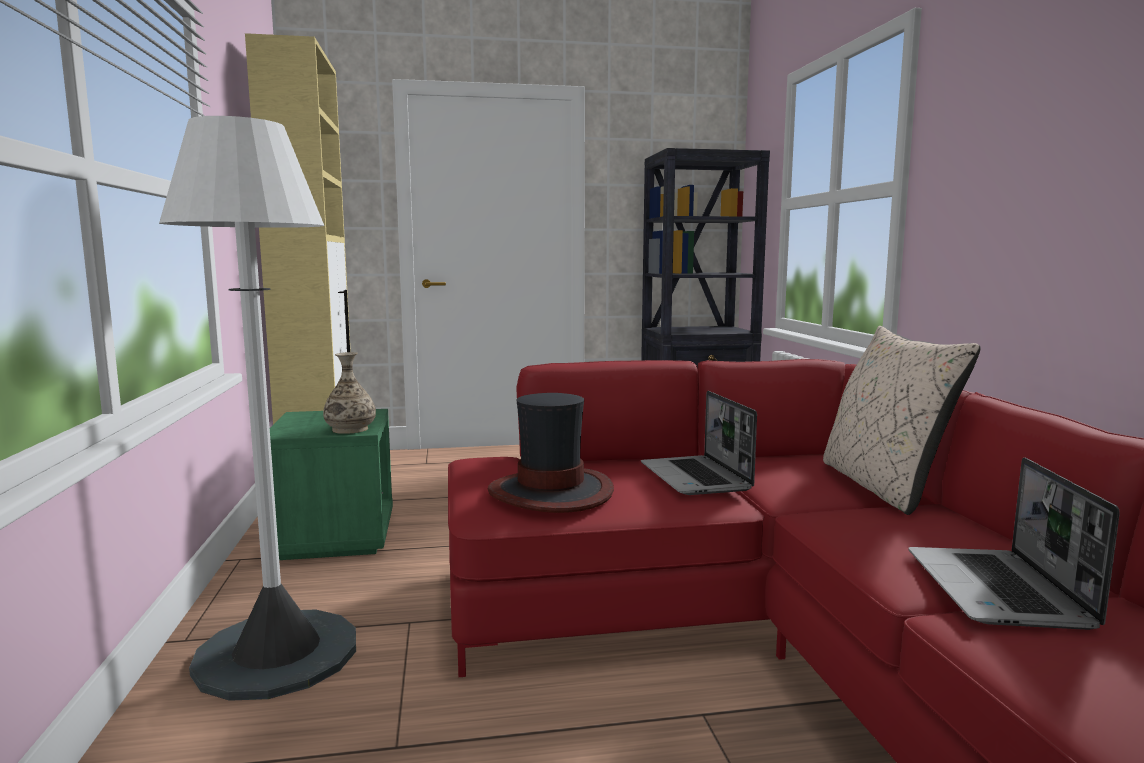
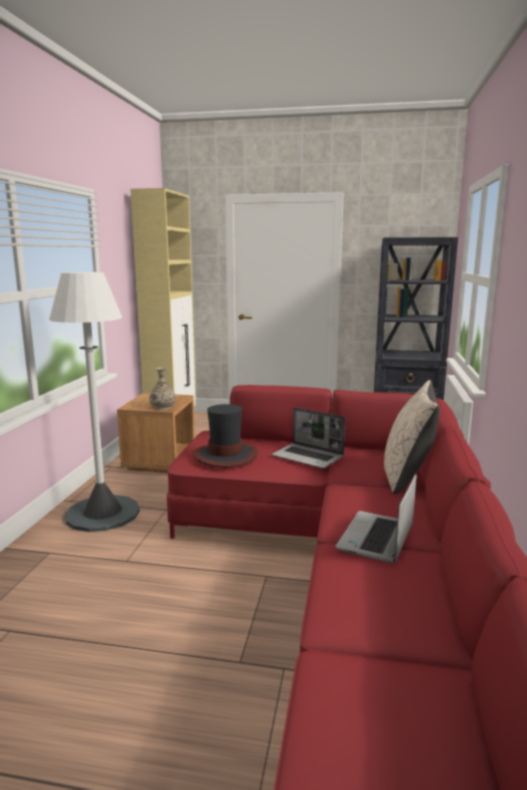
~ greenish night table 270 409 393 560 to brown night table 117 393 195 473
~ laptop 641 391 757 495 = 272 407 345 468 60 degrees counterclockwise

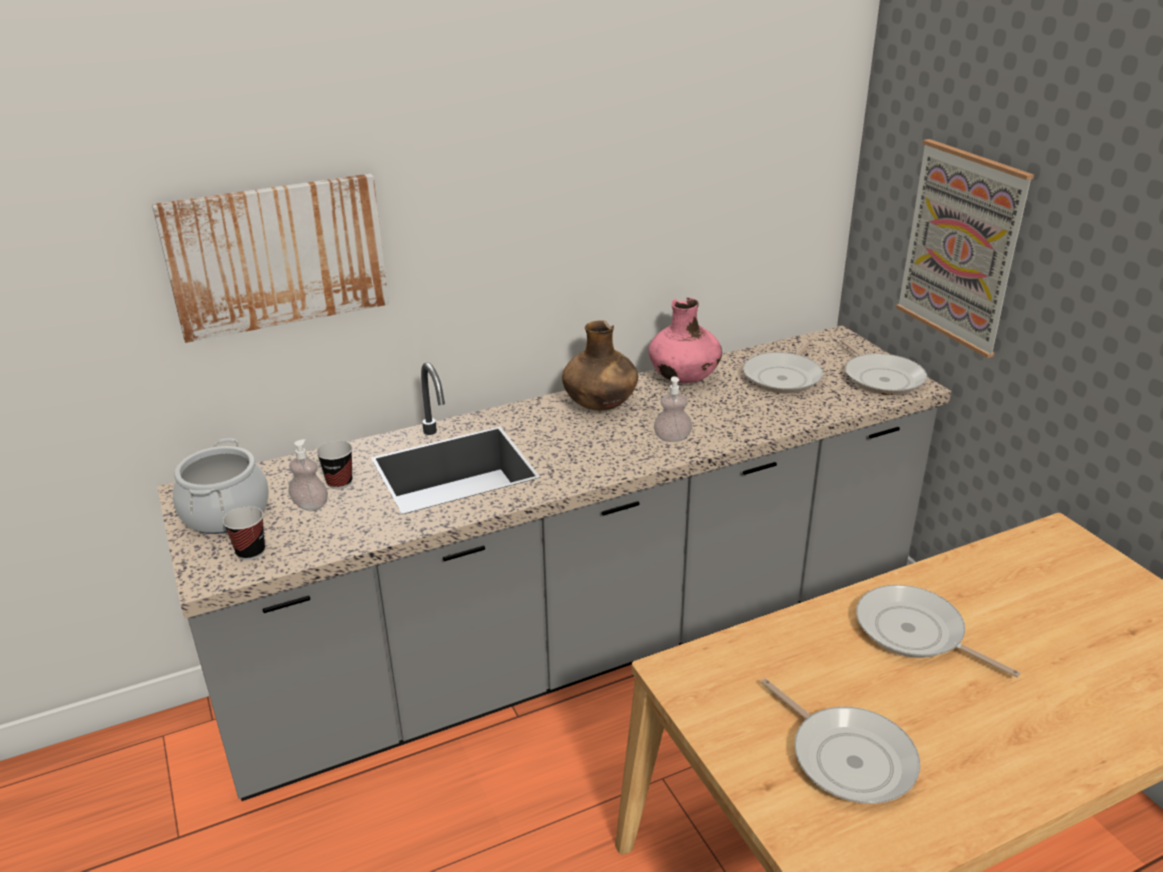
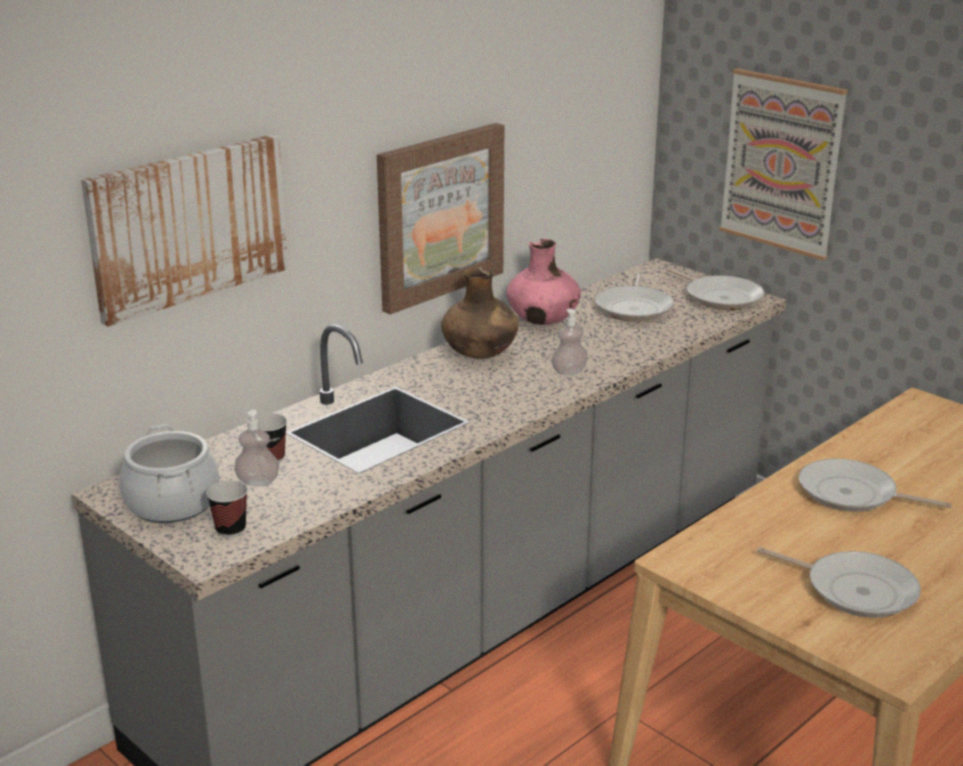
+ wall art 377 123 504 315

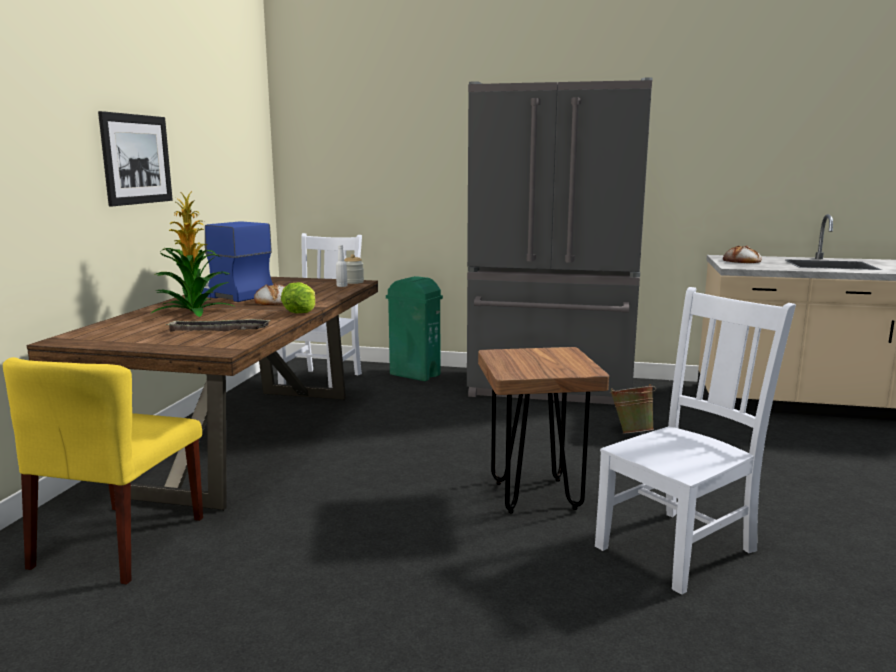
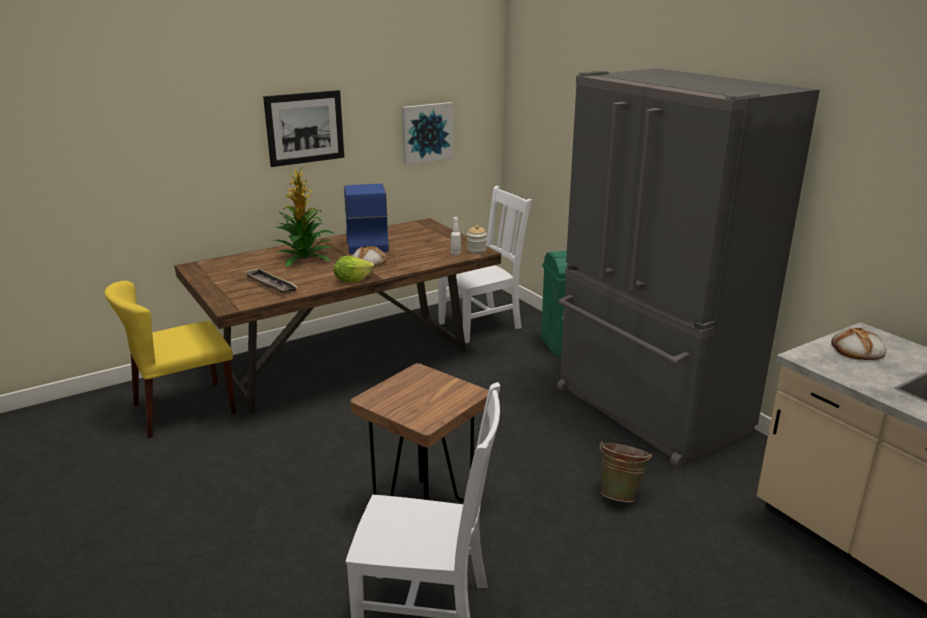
+ wall art 402 102 453 165

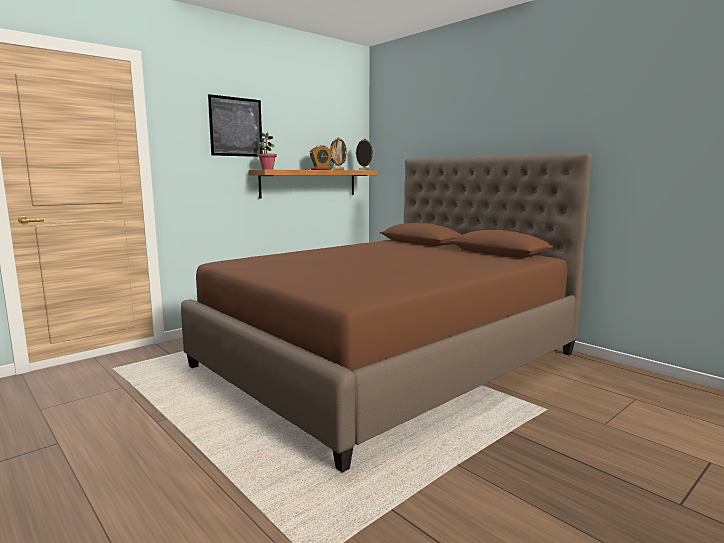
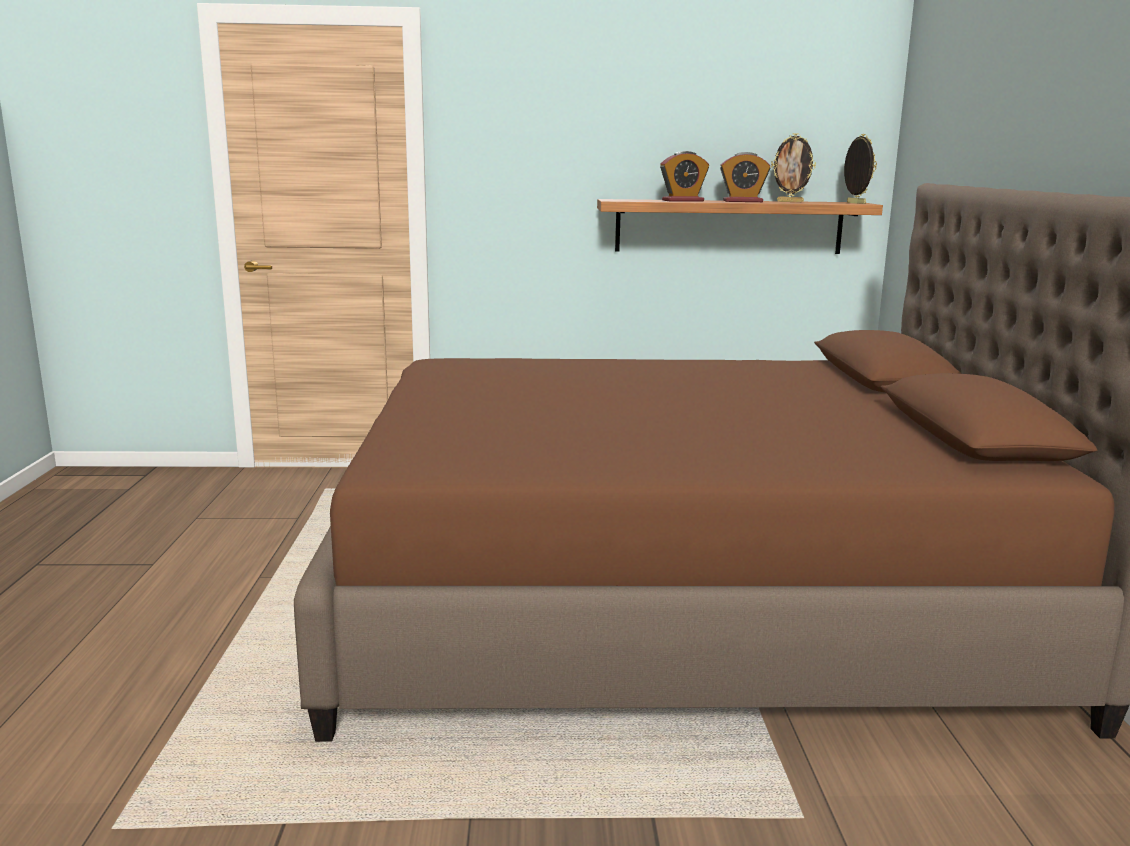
- wall art 208 94 263 157
- houseplant 257 132 277 170
+ bedside clock 660 151 709 202

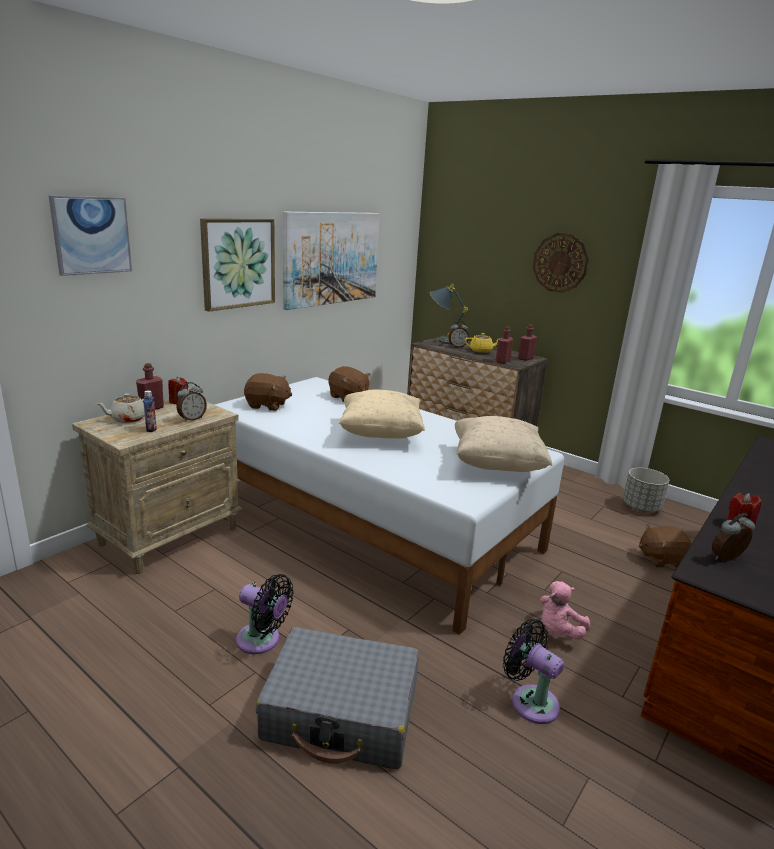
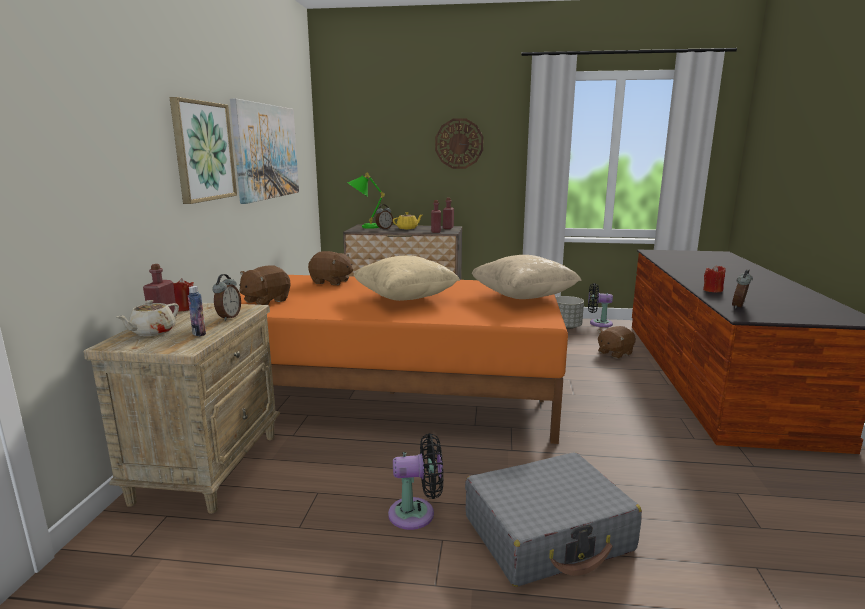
- wall art 49 195 132 276
- pink soft toy 540 581 590 640
~ black-coloured cooling fan 503 619 565 724 to 588 283 613 327
~ white sleeping bed 215 377 564 635 to orange-coloured sleeping bed 240 275 568 444
~ greyish tabletop lamp 430 284 468 344 to greenish tabletop lamp 347 173 385 229
~ brown soft toy 244 373 292 411 = 239 265 290 305 150 degrees clockwise

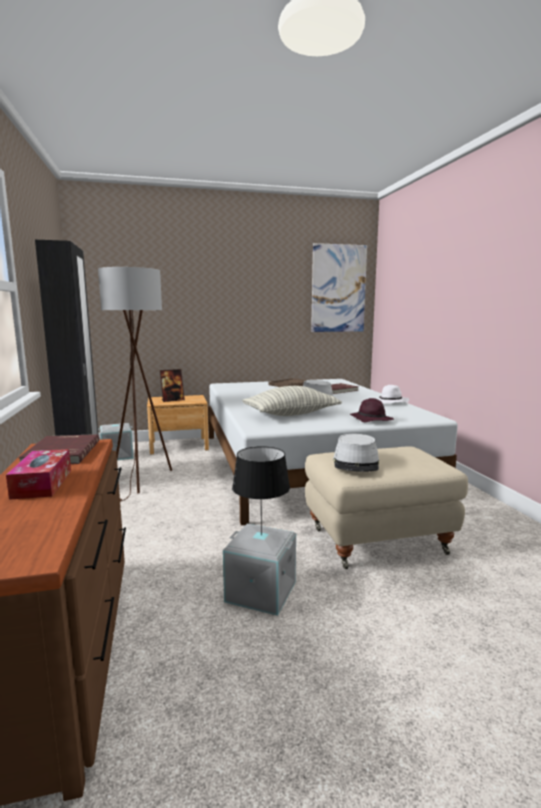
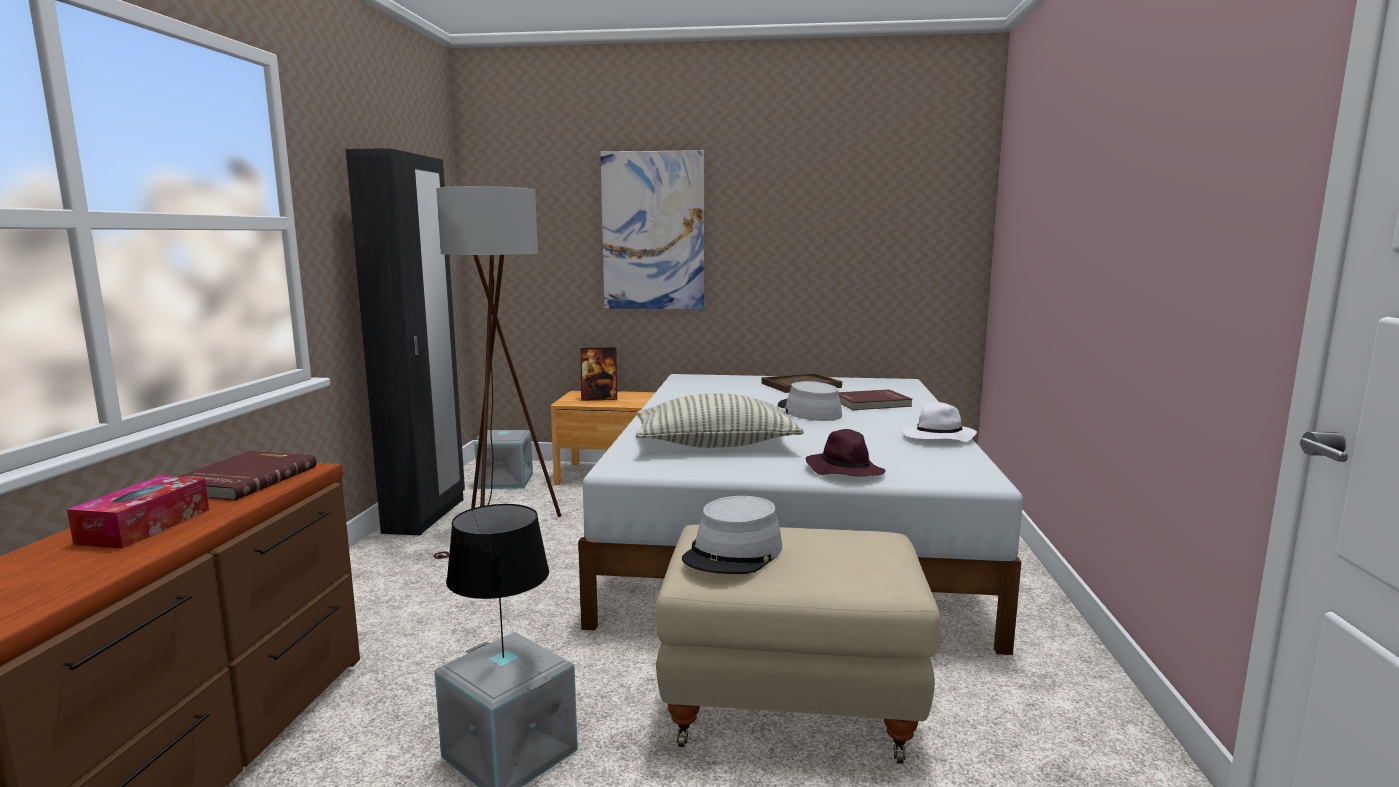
~ wall art 311 243 367 332 to 600 150 704 309

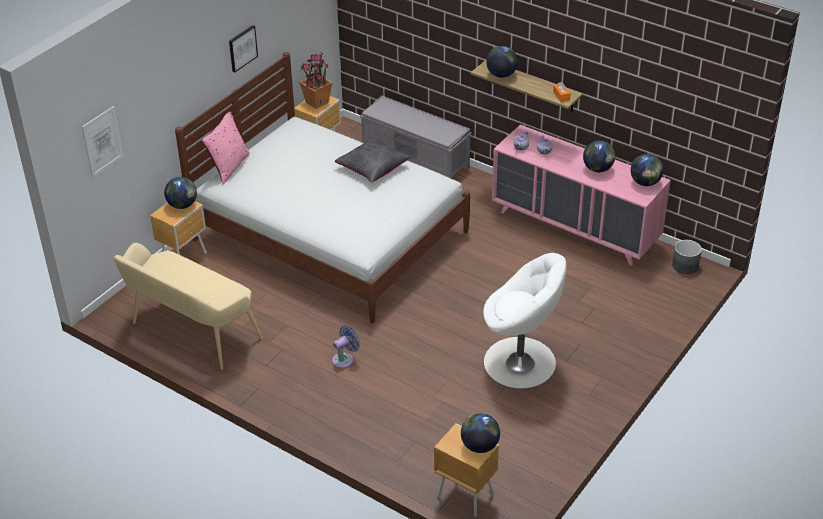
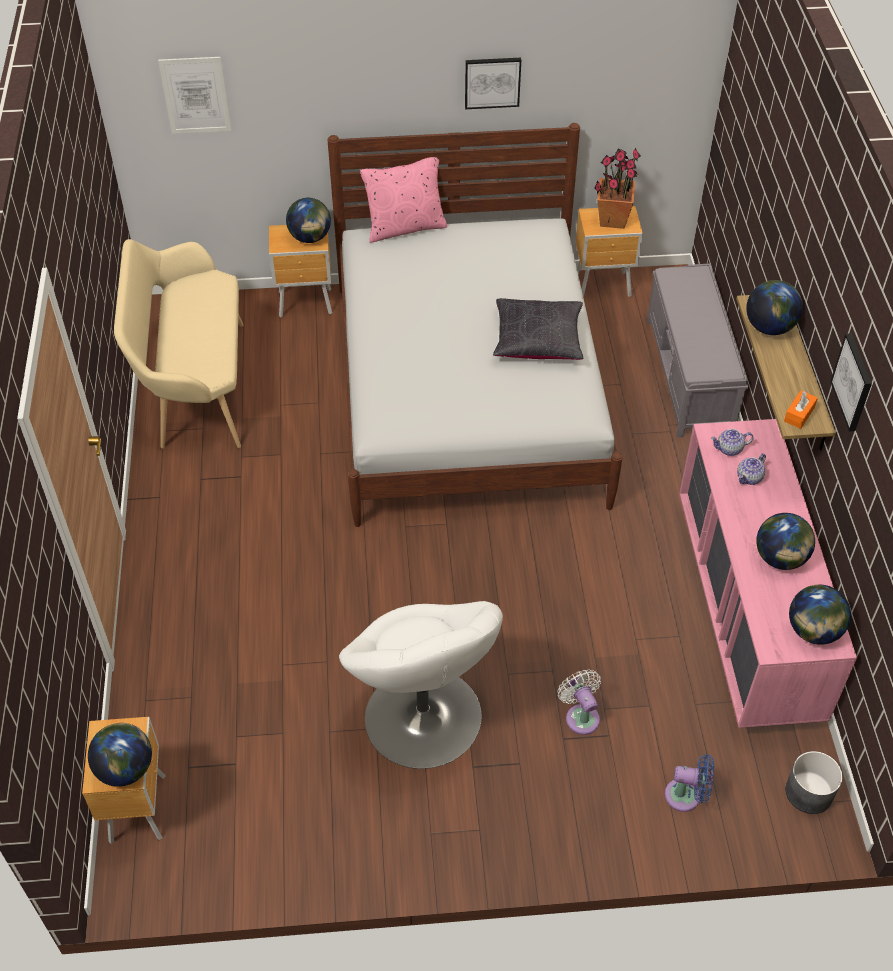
+ white cooling fan 558 670 601 735
+ wall art 830 333 872 432
~ bluish cooling fan 332 325 360 368 to 665 754 714 812

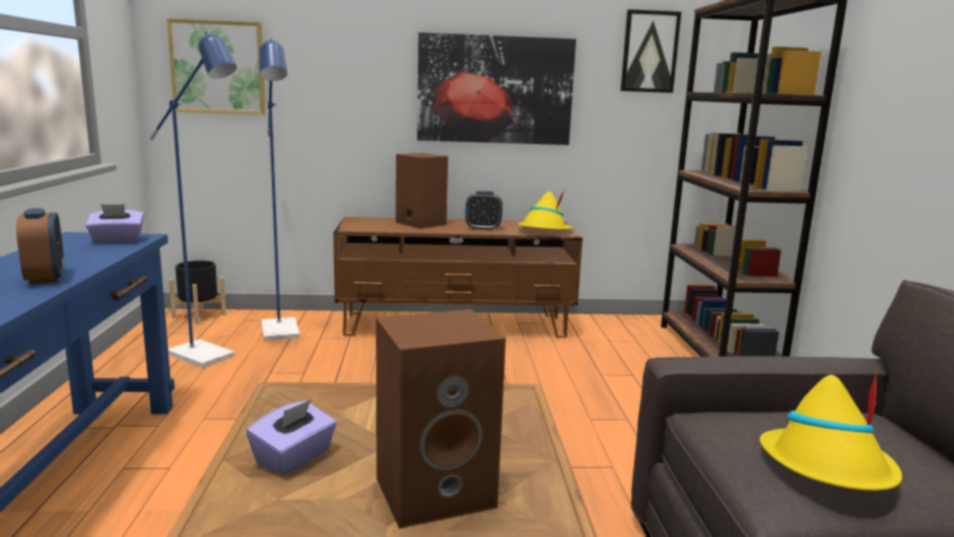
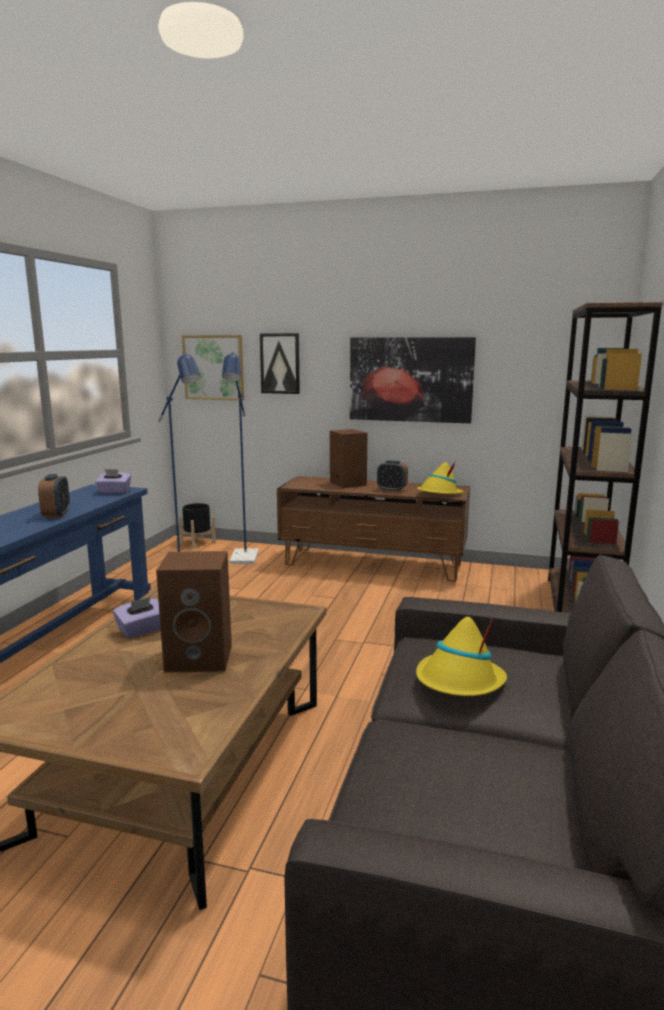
~ wall art 621 9 681 93 to 260 333 300 394

